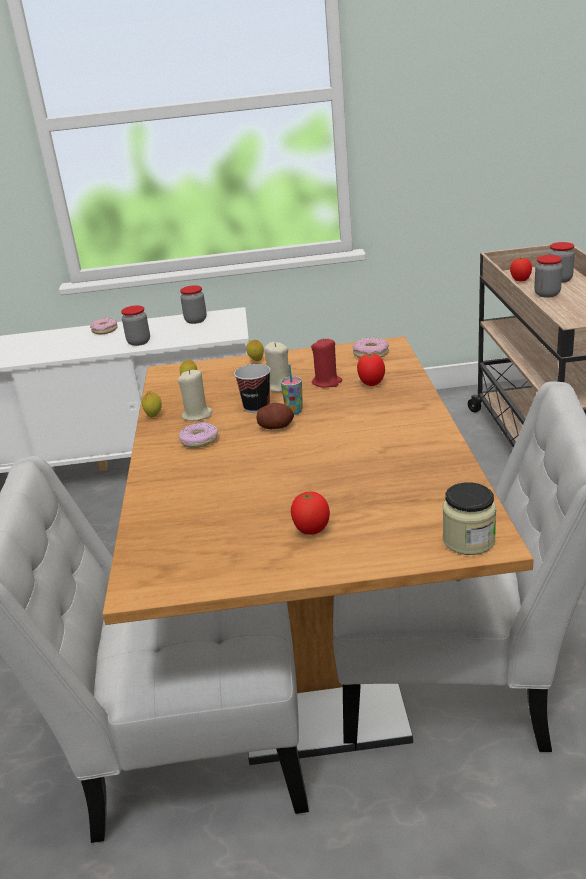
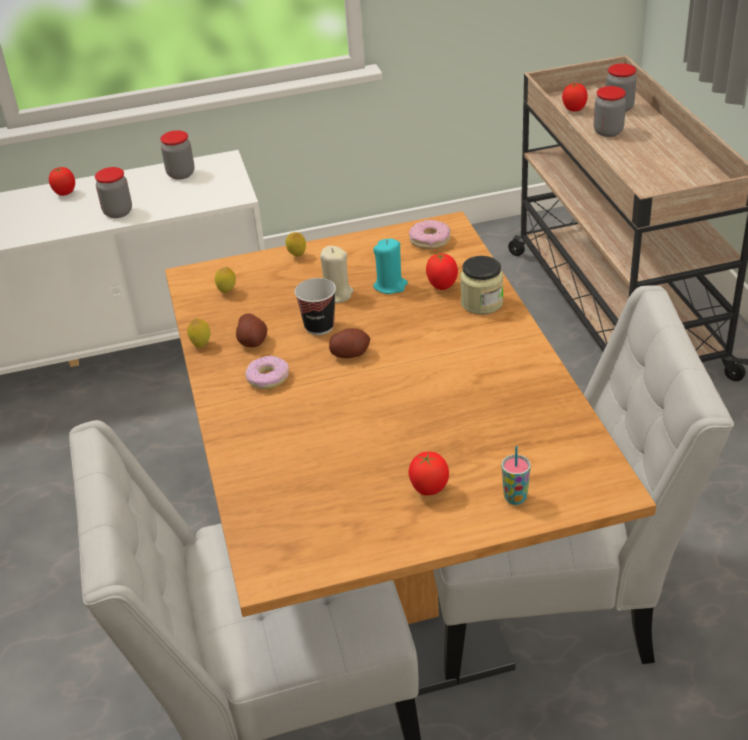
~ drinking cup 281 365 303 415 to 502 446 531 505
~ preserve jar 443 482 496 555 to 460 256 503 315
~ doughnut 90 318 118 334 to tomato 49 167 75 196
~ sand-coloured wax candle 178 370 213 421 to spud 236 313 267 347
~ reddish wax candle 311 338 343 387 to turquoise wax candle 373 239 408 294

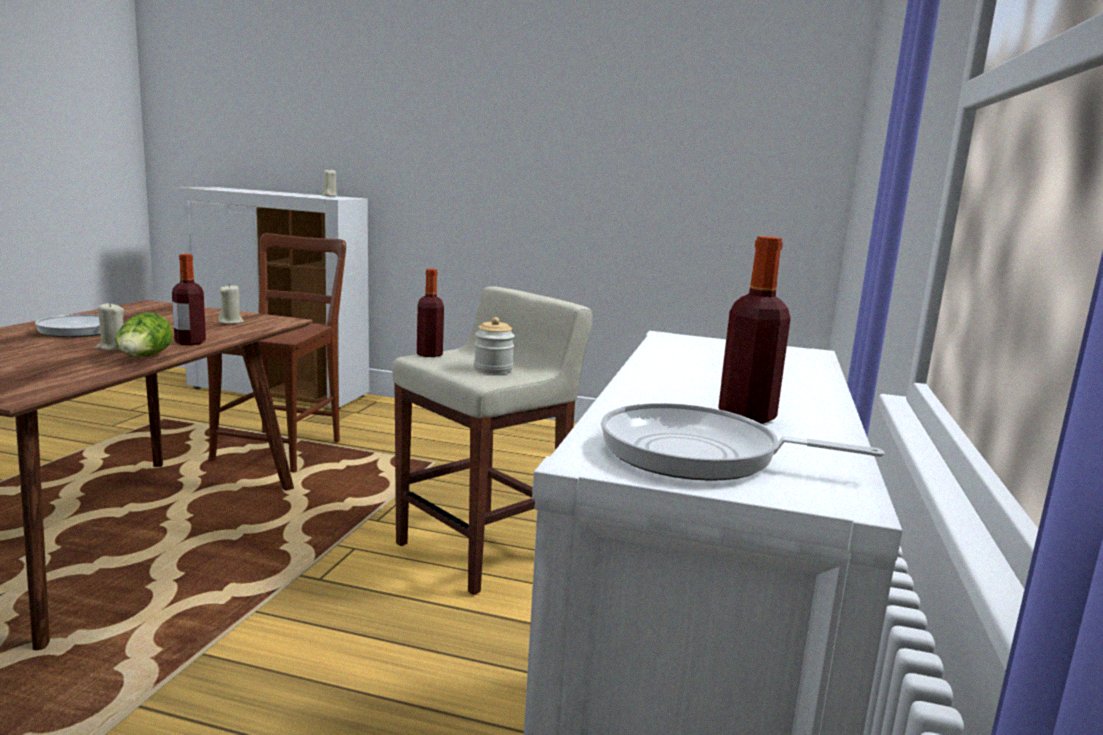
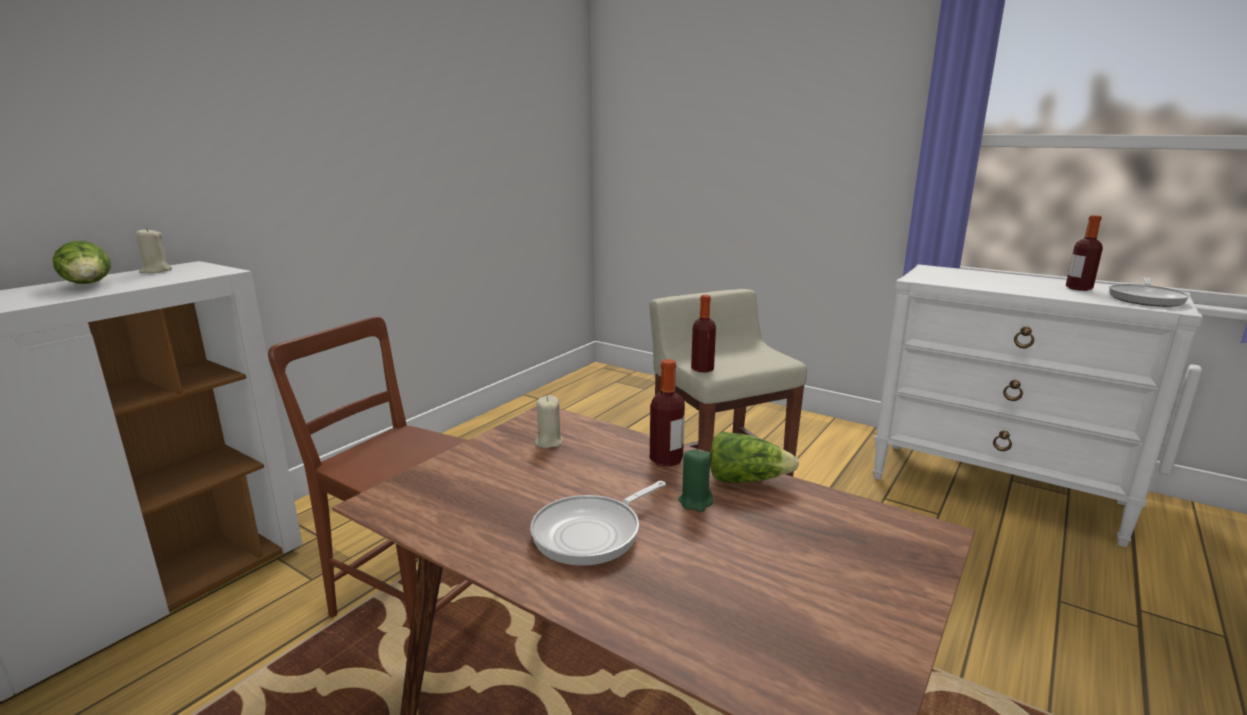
- preserve jar 474 317 515 374
+ lettuce head 52 240 111 284
~ sand-coloured wax candle 95 302 124 351 to greenish wax candle 679 449 713 512

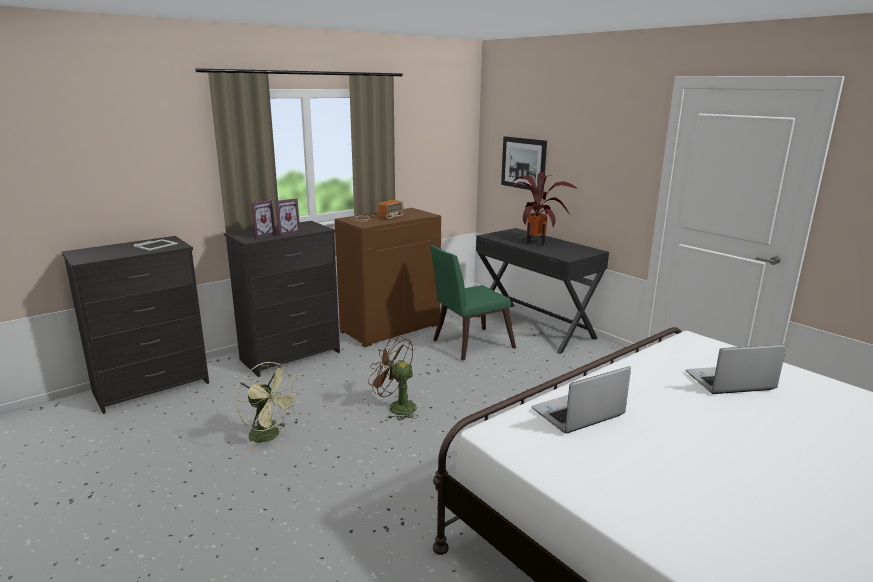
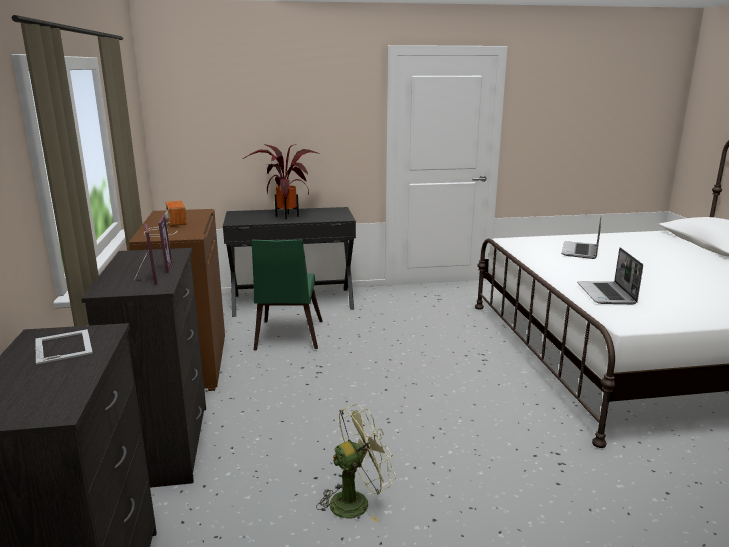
- brown cooling fan 368 336 419 421
- wall art 501 136 547 192

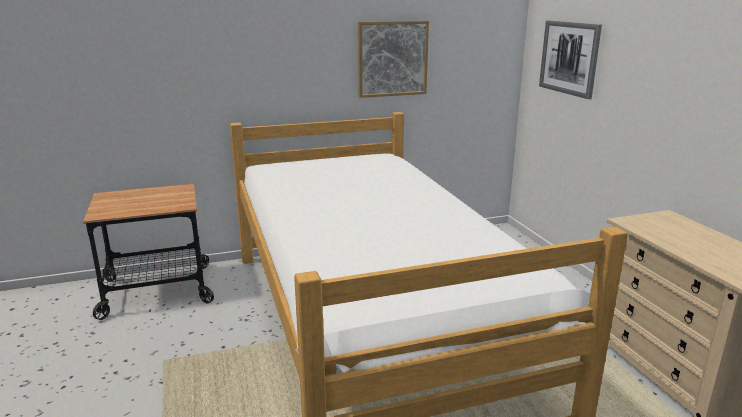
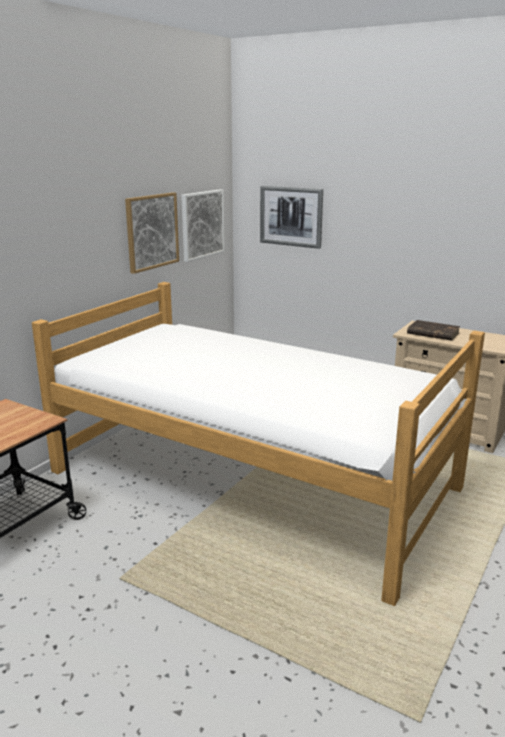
+ wall art 181 189 225 262
+ brown volume 407 320 460 341

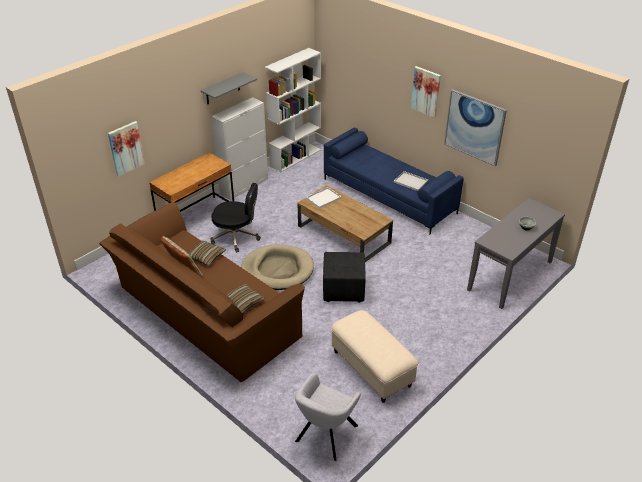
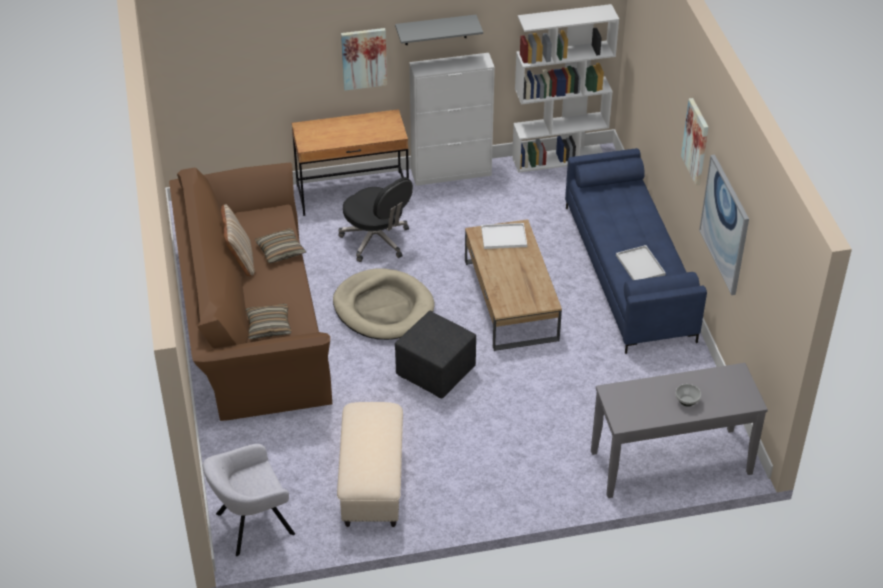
~ wall art 108 121 145 177 to 341 28 387 90

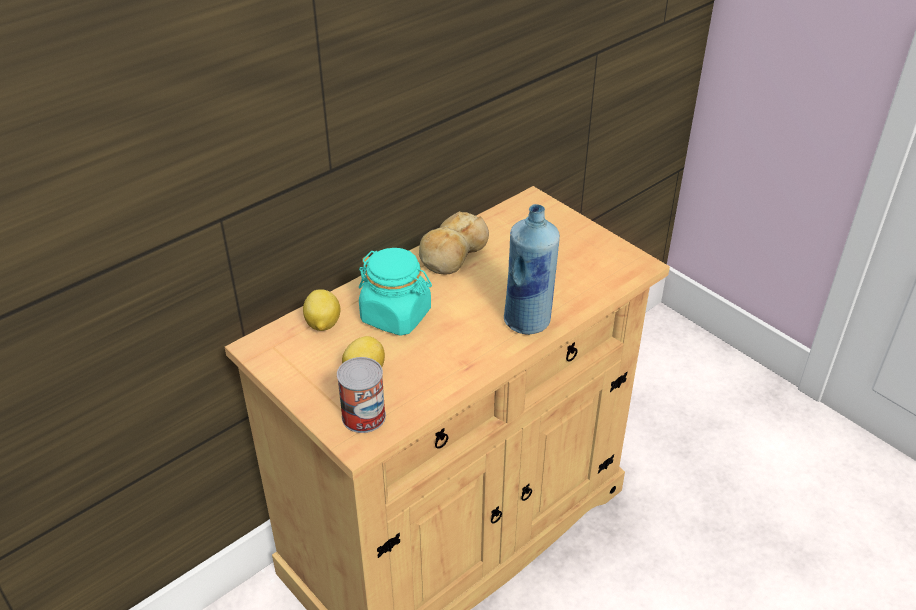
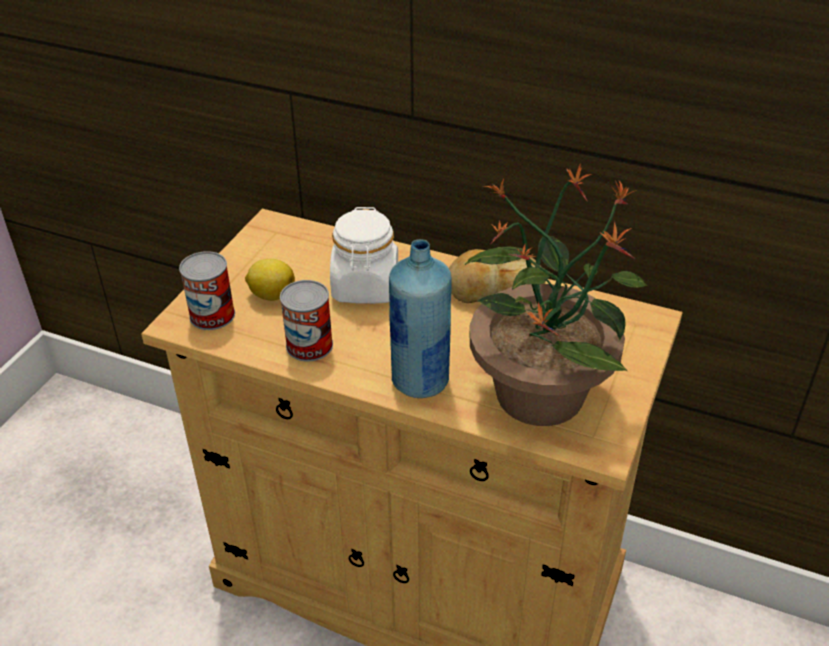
- citrus fruit 303 290 340 331
+ sealed can 280 280 333 361
+ houseplant 464 164 648 426
~ turquoise preserve jar 359 248 432 336 to white preserve jar 330 207 398 304

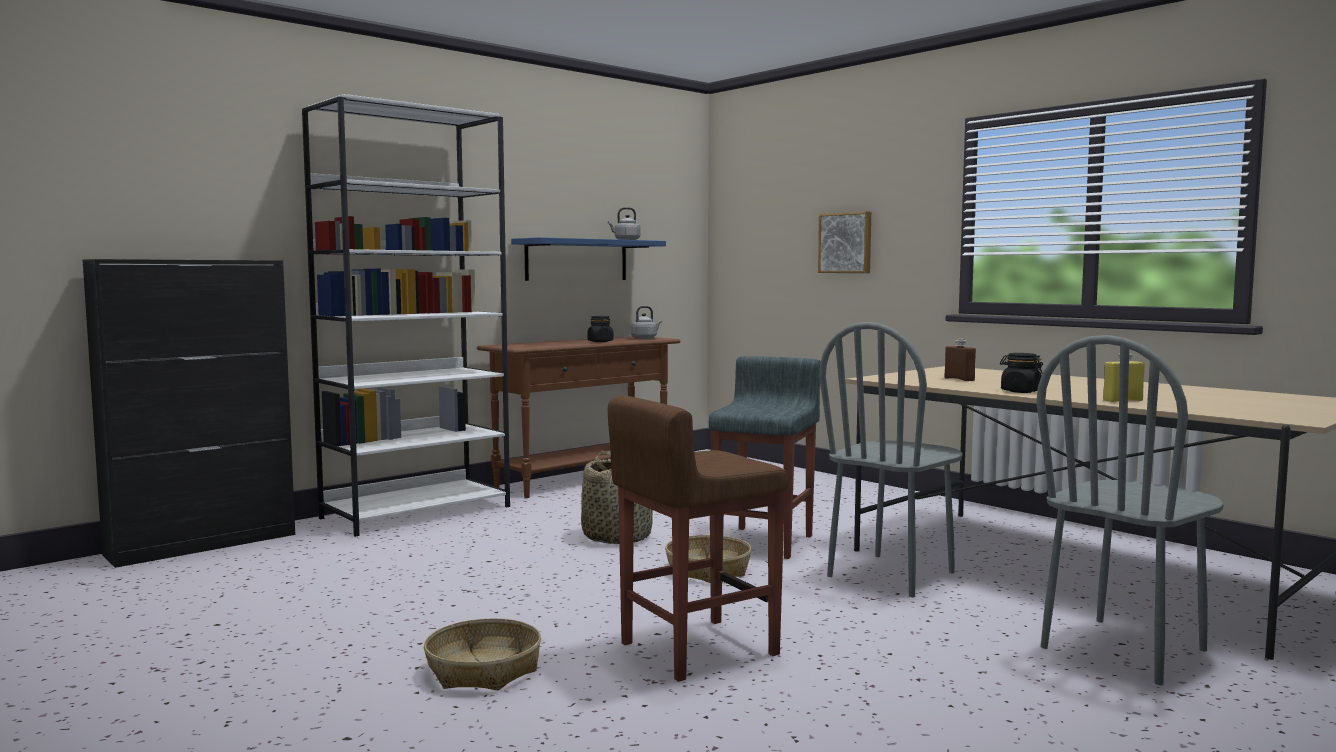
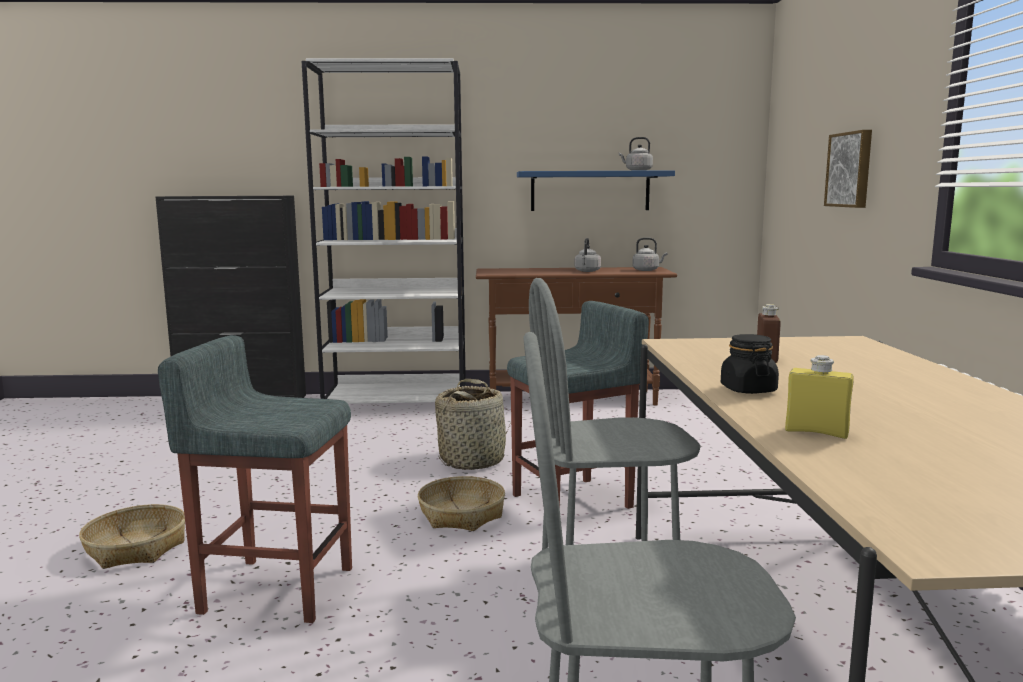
~ black-coloured preserve jar 587 316 614 342 to greyish water kettle 575 238 601 272
~ brown stool 608 396 789 682 to greyish stool 158 335 352 623

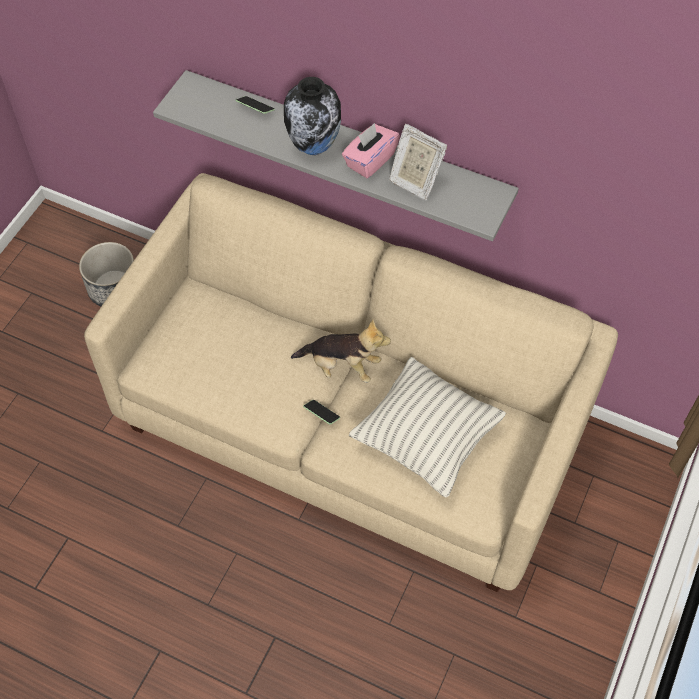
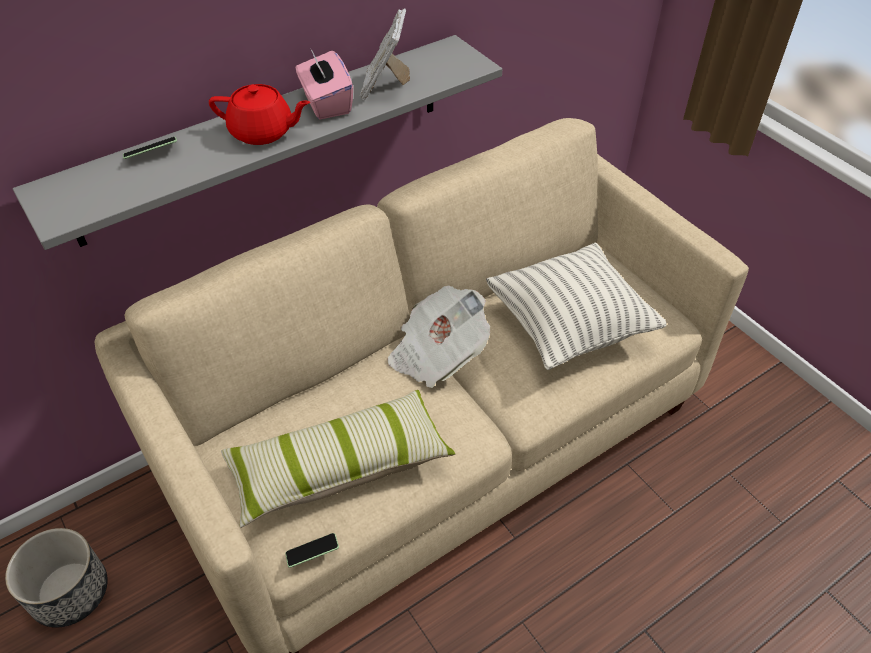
+ cushion 221 390 456 528
~ phone 303 400 340 424 to 285 533 339 568
~ vase 284 77 341 155 to reddish tea pot 209 84 310 145
~ soft toy 291 319 391 383 to newspaper 387 285 490 388
~ picture frame 389 124 447 200 = 360 8 410 100 120 degrees clockwise

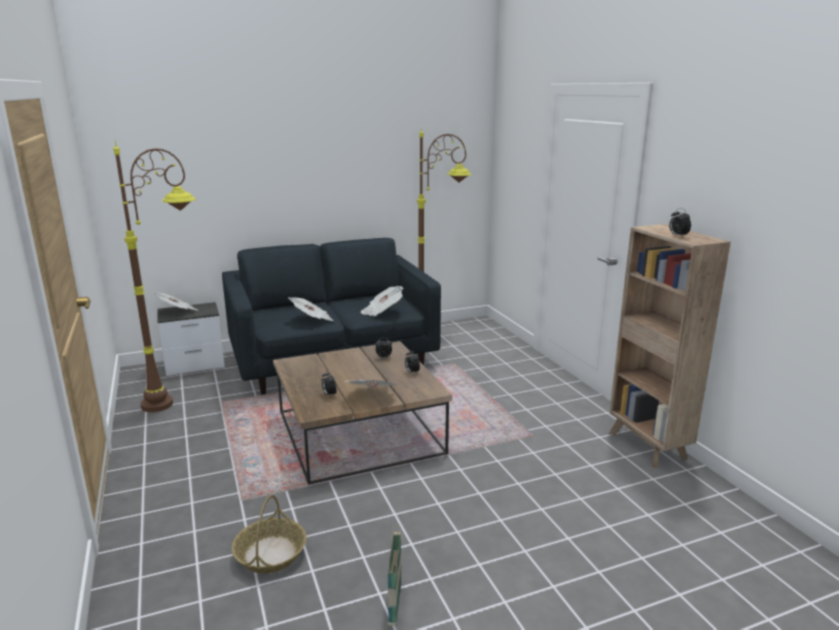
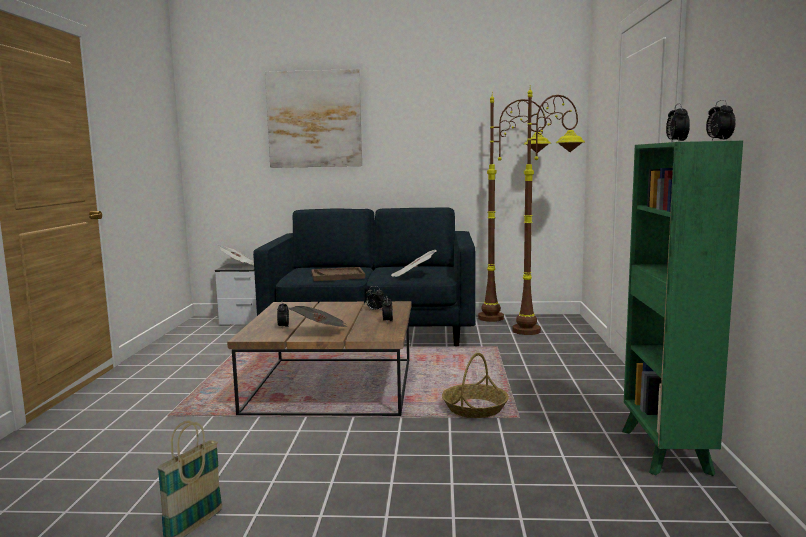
+ wall art 265 69 362 168
+ bedside clock 706 100 736 140
~ brown standard lamp 113 140 196 412 to 512 85 585 335
~ household basket 232 495 307 573 to 442 353 509 418
~ newspaper 288 297 334 321 to brown carrying tray 311 267 365 281
~ brown bookcase 609 224 731 468 to greenish bookcase 622 141 743 476

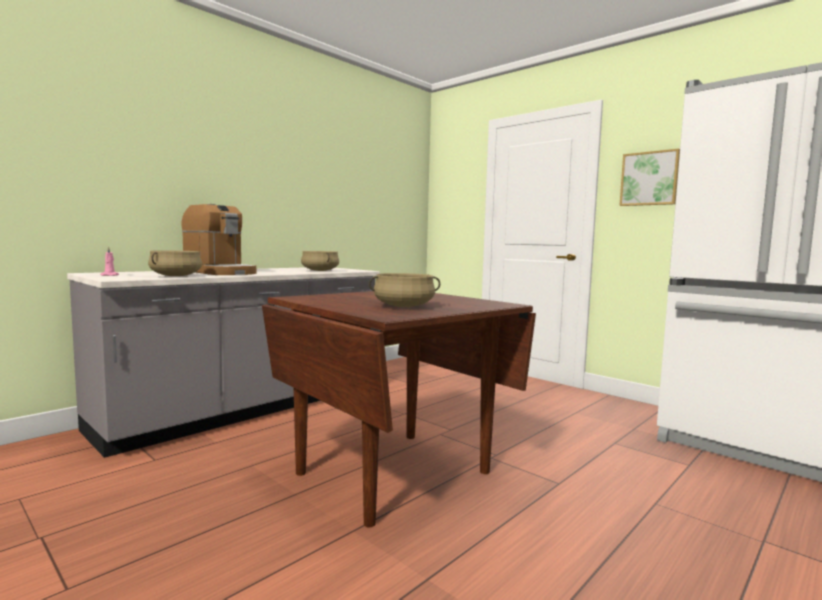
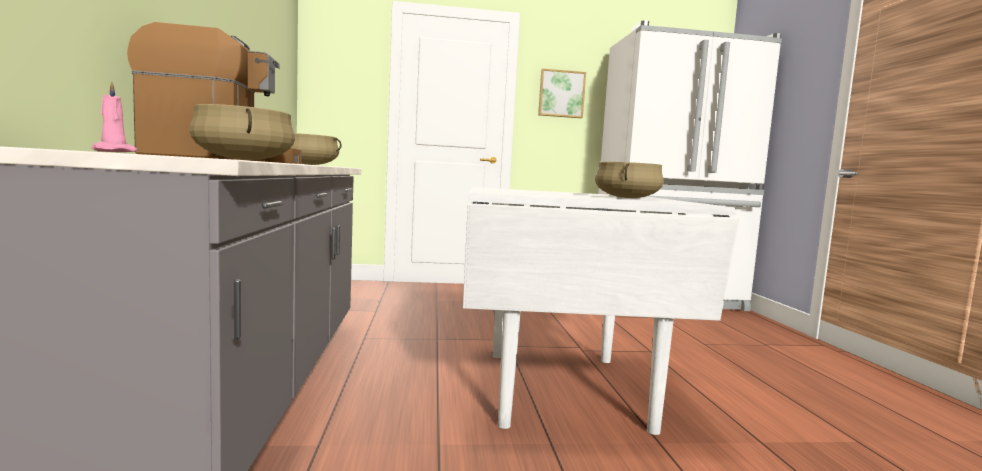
~ brown dinner table 262 291 536 527 to white dinner table 463 187 739 435

